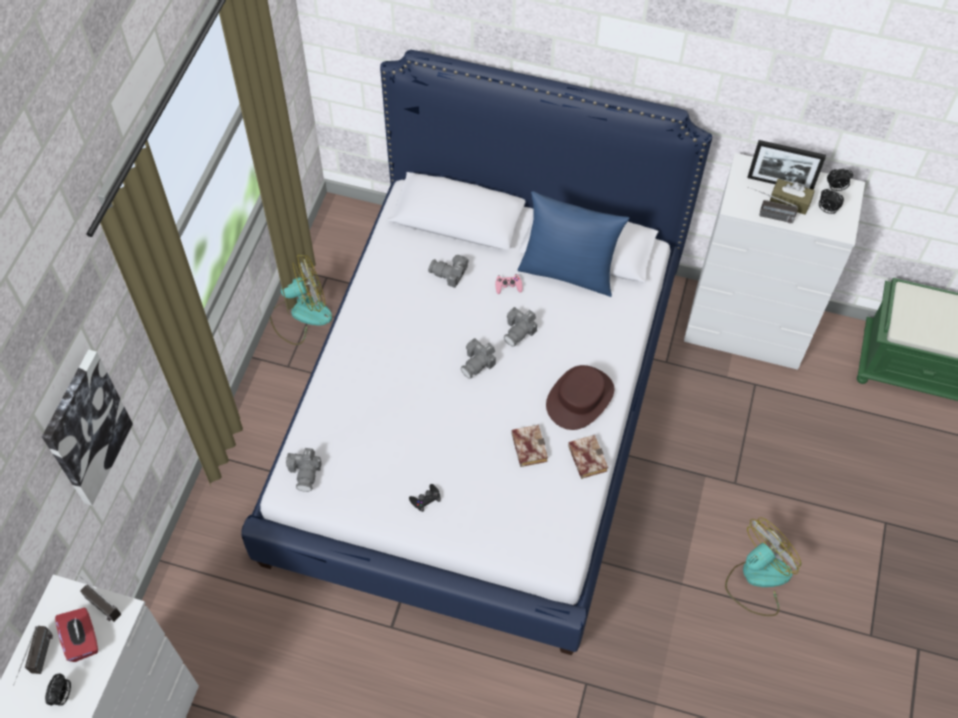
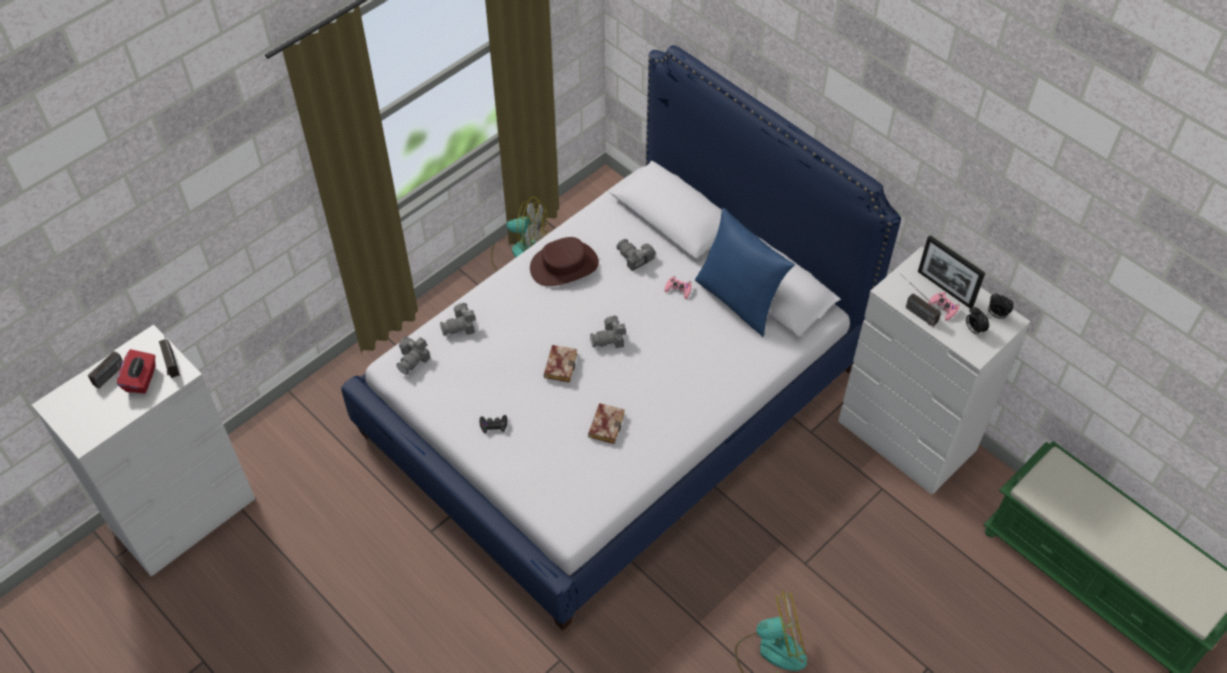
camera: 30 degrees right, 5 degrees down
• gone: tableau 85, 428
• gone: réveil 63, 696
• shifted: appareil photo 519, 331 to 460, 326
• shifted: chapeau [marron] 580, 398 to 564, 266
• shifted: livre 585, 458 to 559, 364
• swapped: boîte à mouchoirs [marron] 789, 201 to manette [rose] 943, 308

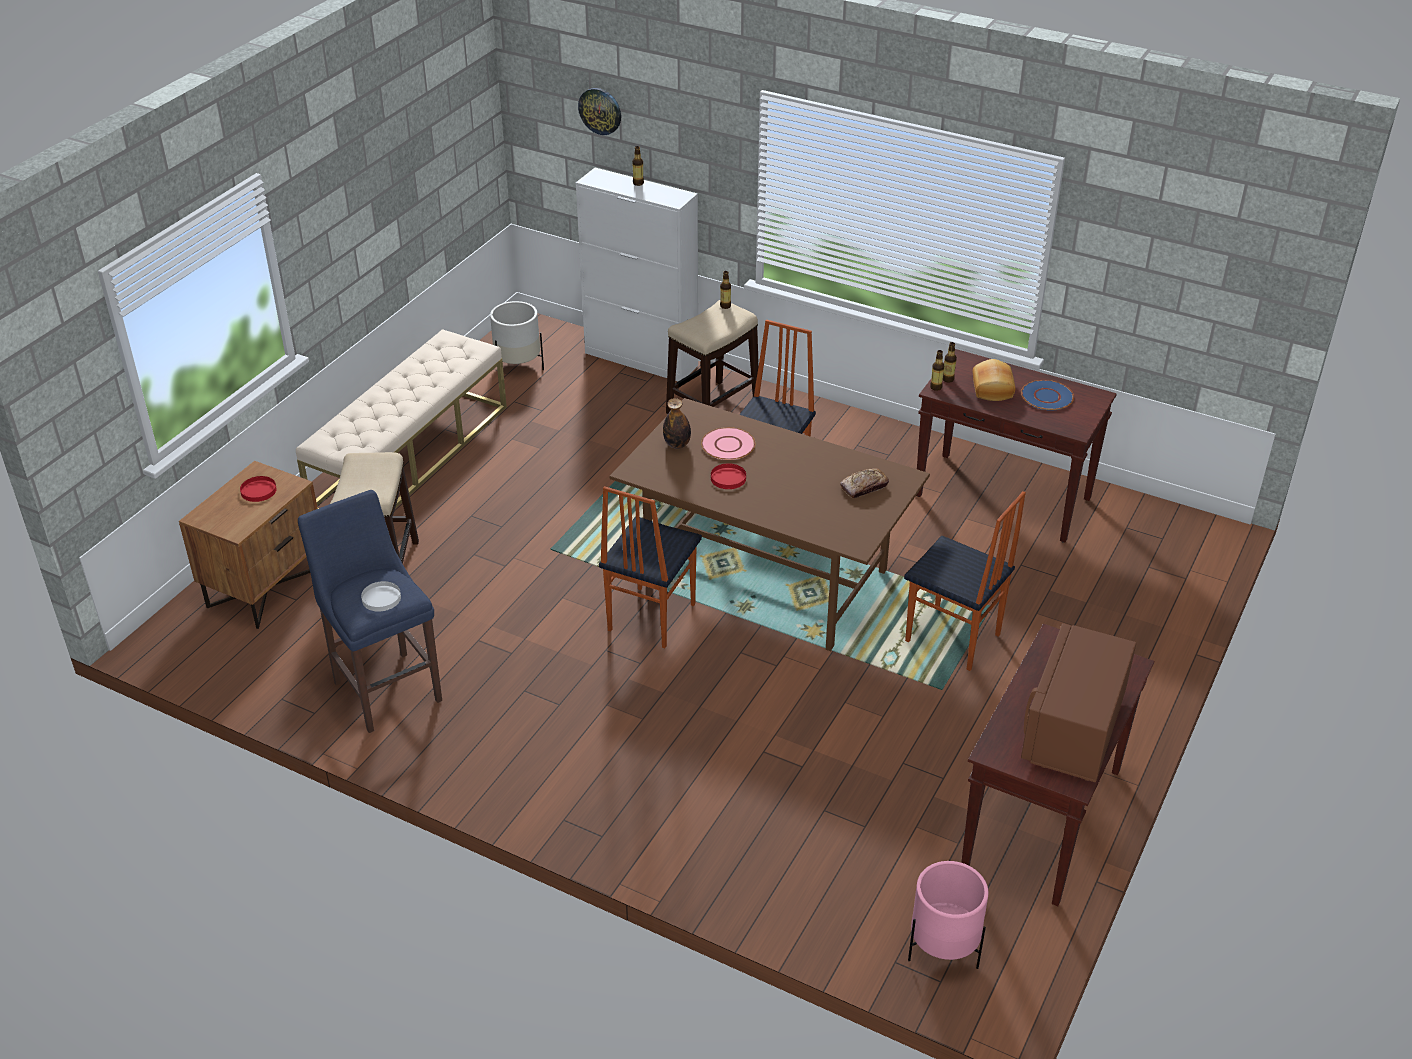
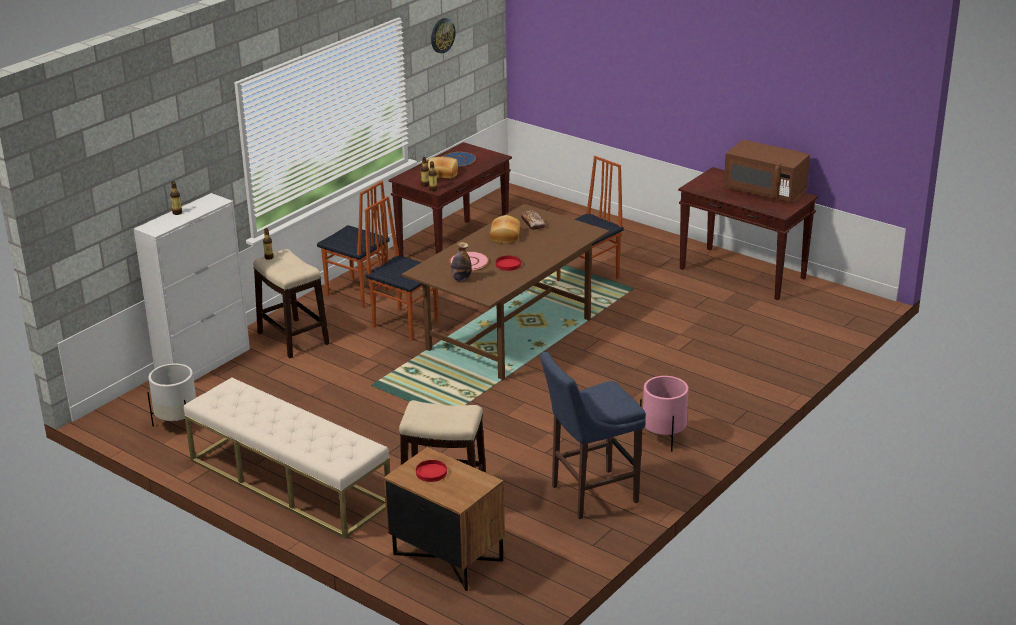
camera: 80 degrees left, 10 degrees down
• gone: assiette [blanc] 381, 598
• shifted: horloge murale 600, 111 to 442, 35
• shifted: chaise 650, 617 to 357, 293
• shifted: cache-pot [rose] 943, 948 to 664, 437
• new: pain 504, 236

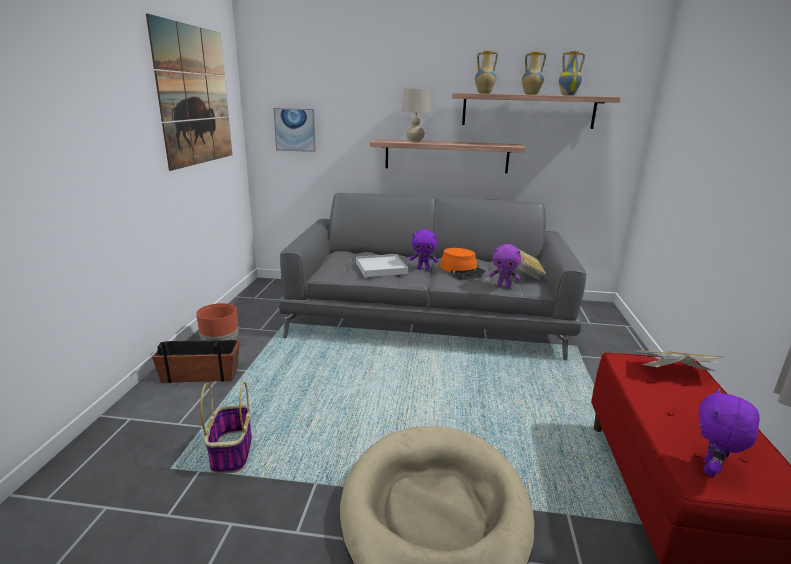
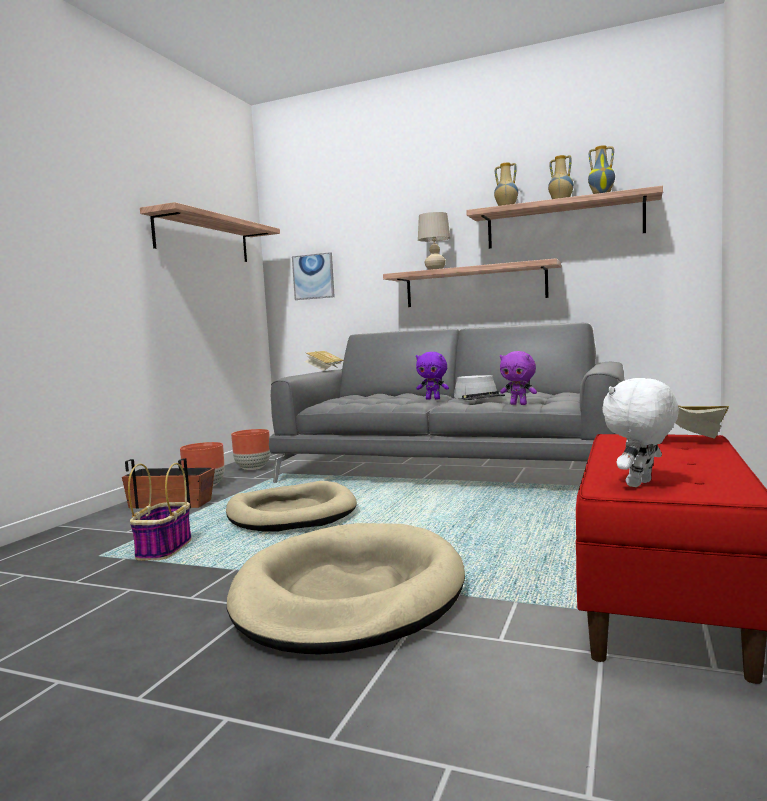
camera: 15 degrees right, 15 degrees down
• swapped: tableau 195, 96 to étagère 203, 238
• gone: plateau [blanc] 380, 268
• repainted: chapeau [orange] 462, 269 to chapeau [gris] 479, 397
• shifted: livre 528, 273 to 324, 370
• repainted: peluche [violet] 711, 469 to peluche [blanc] 640, 484
• new: panier pour chien [beige] 291, 513
• new: cache-pot [marron] 253, 468

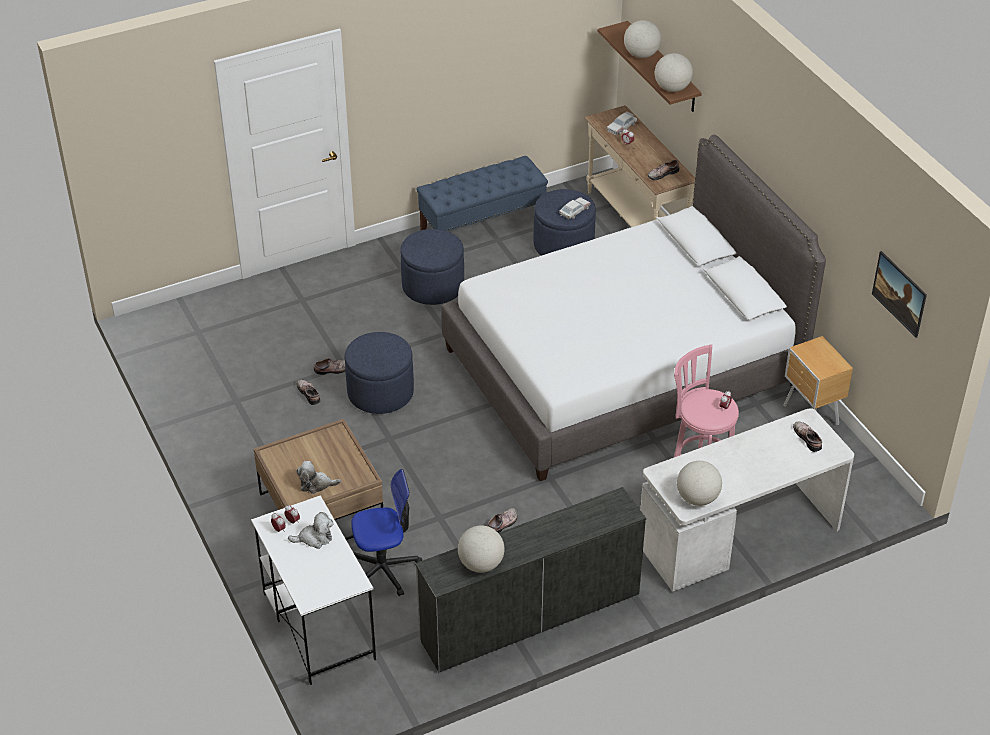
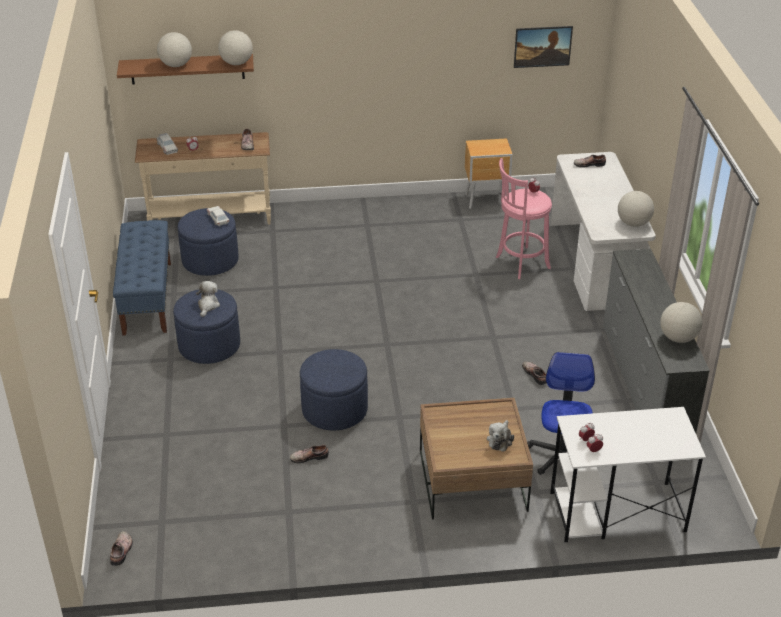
camera: 70 degrees left, 5 degrees down
• shifted: peluche 314, 538 to 208, 305
• shifted: chaussure 332, 370 to 122, 551
• gone: lit [blanc] 622, 368

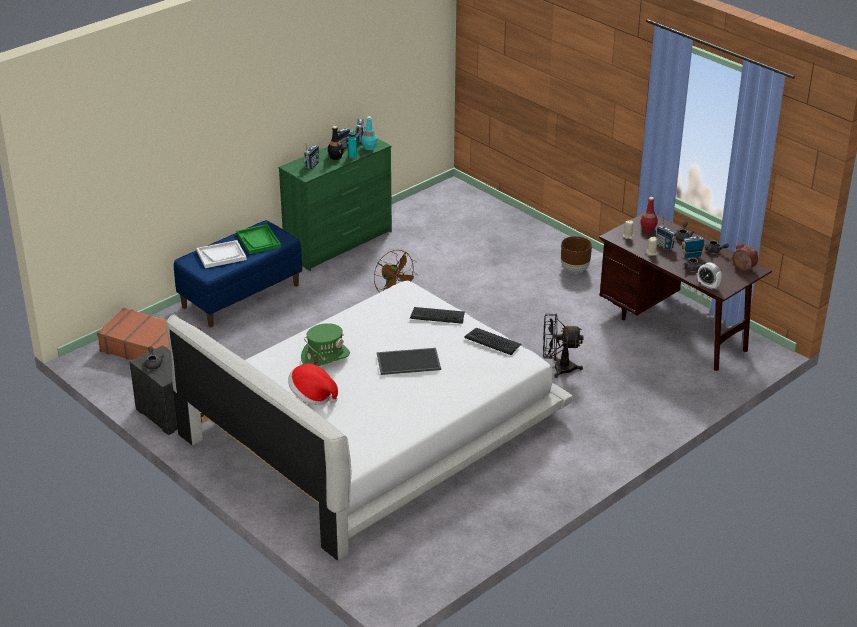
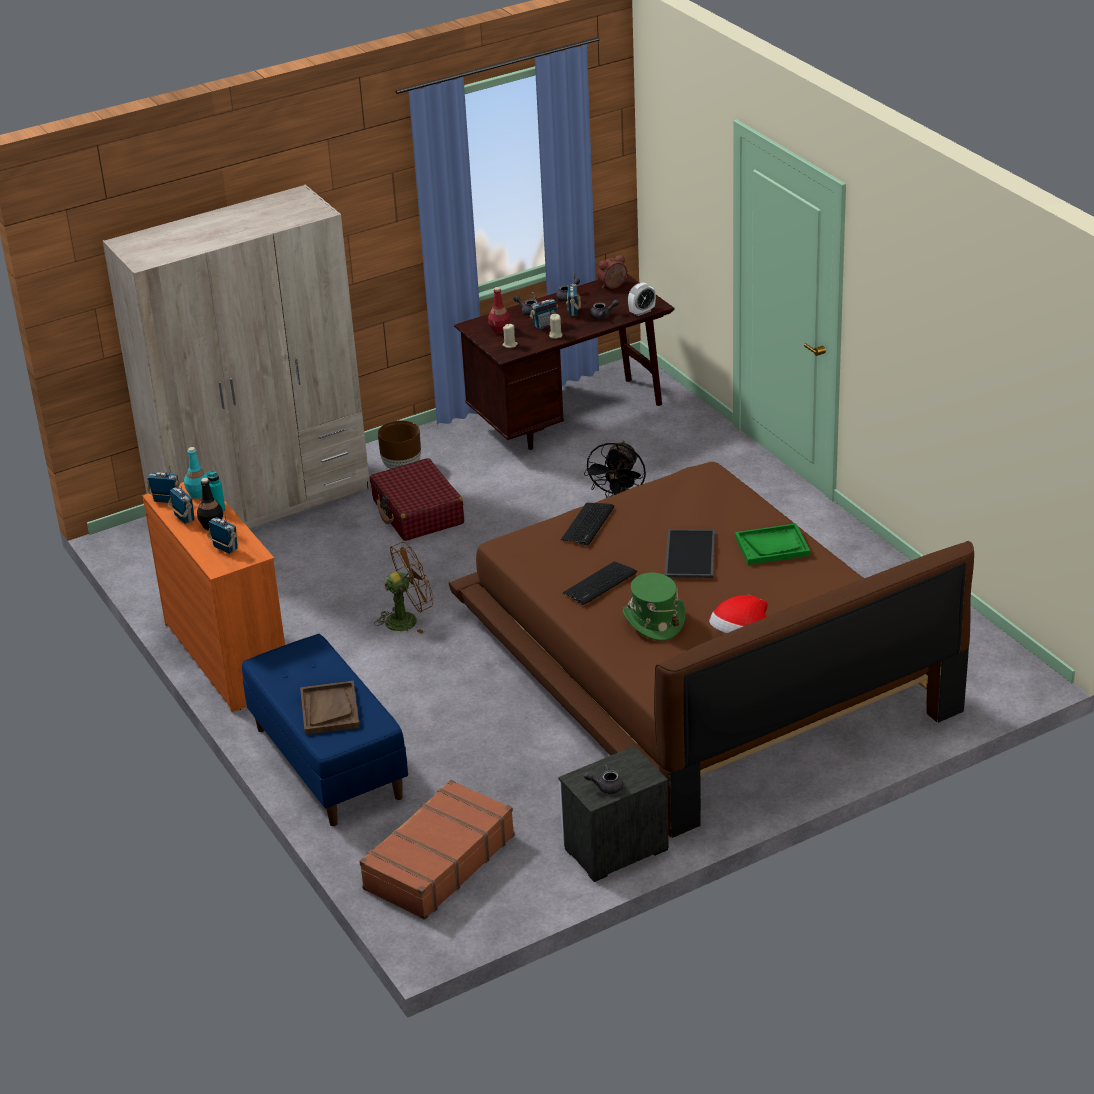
camera: 75 degrees left, 0 degrees up
• repainted: lit [blanc] 374, 427 to lit [marron] 701, 662
• repainted: plateau [blanc] 221, 255 to plateau [marron] 329, 709
• shifted: plateau [vert] 258, 240 to 772, 546
• repainted: commode [vert] 339, 244 to commode [orange] 228, 656
• shifted: clavier 492, 342 to 600, 584
• new: armoire [beige] 262, 502
• new: valise [rouge] 418, 512

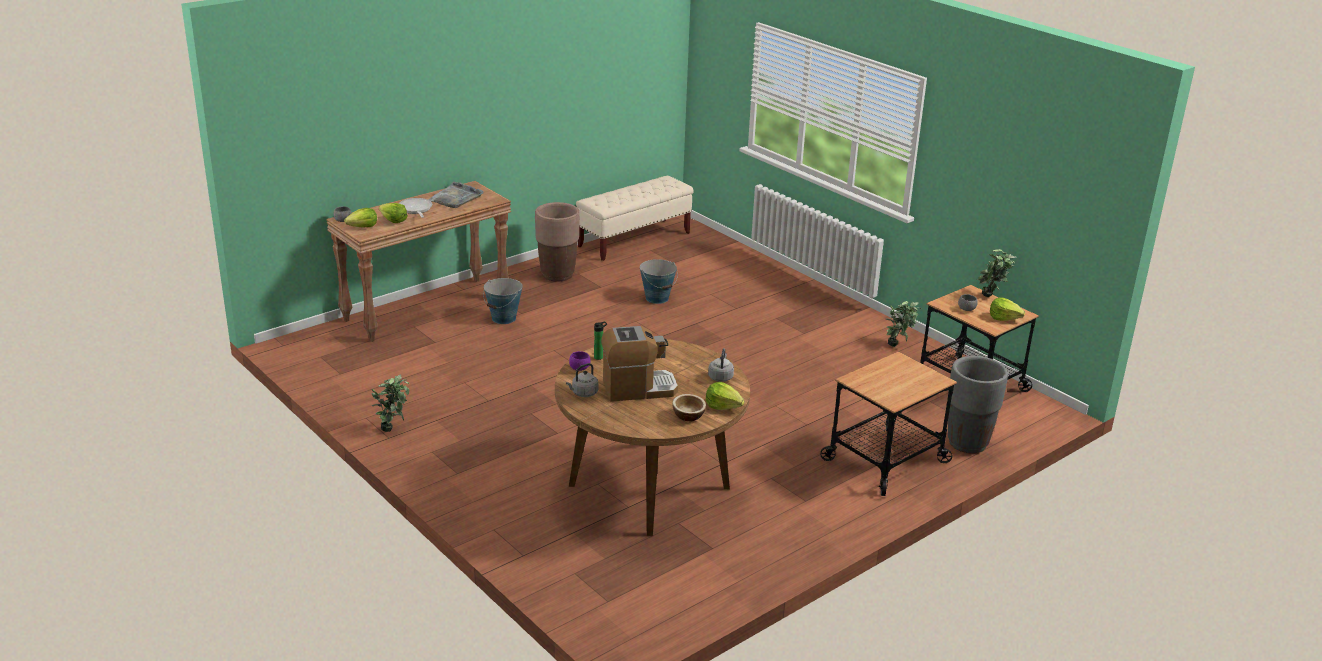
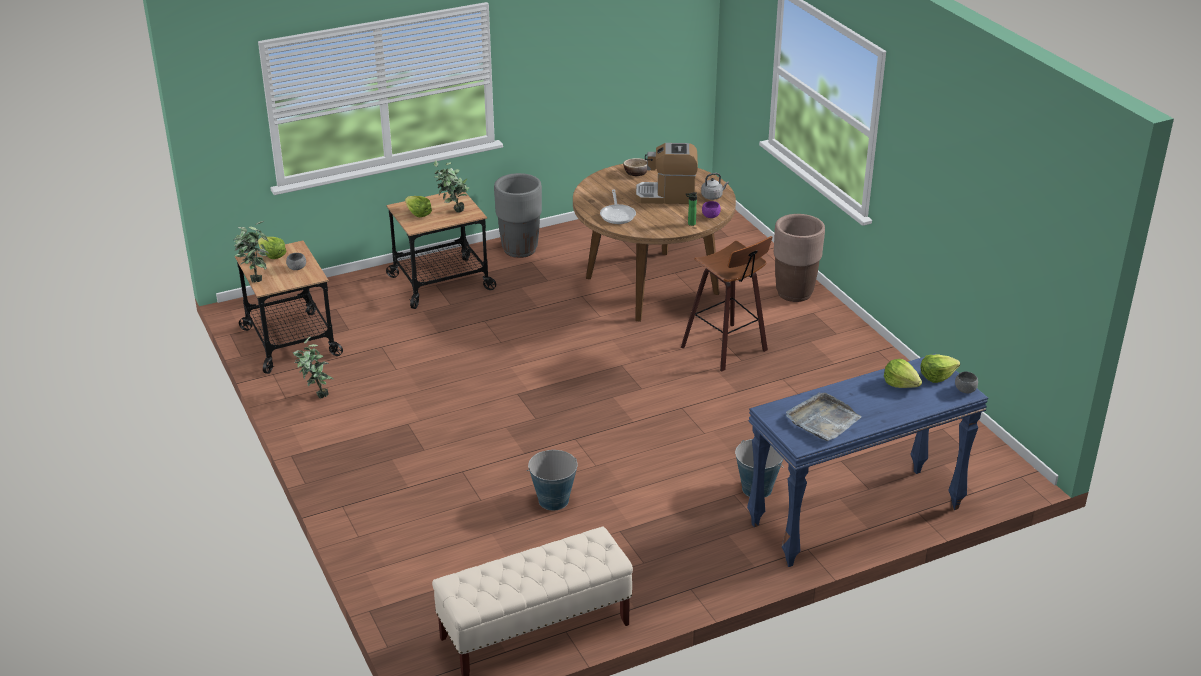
camera: 165 degrees left, 5 degrees up
• repainted: table console [marron] 426, 308 to table console [bleu] 855, 517
• shifted: plante en pot 393, 428 to 452, 212
• shifted: poêle 415, 210 to 617, 215
• shifted: cache-pot [marron] 557, 275 to 794, 293
• shifted: laitue 723, 406 to 418, 214
• gone: bouilloire [gris] 720, 377
• shifted: cache-pot [gris] 967, 443 to 519, 250
• new: tabouret 727, 349

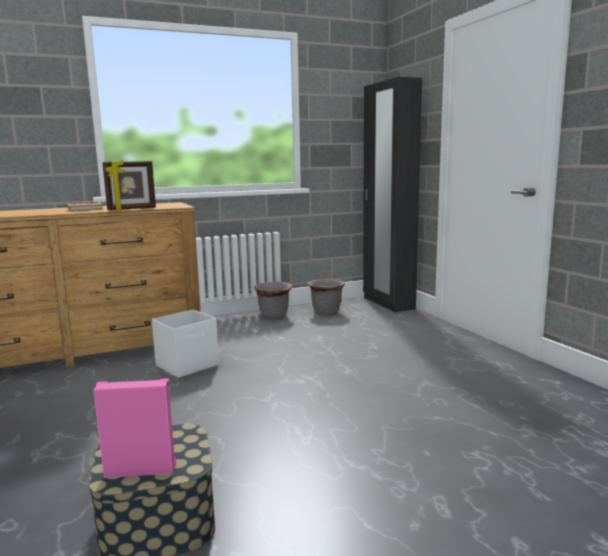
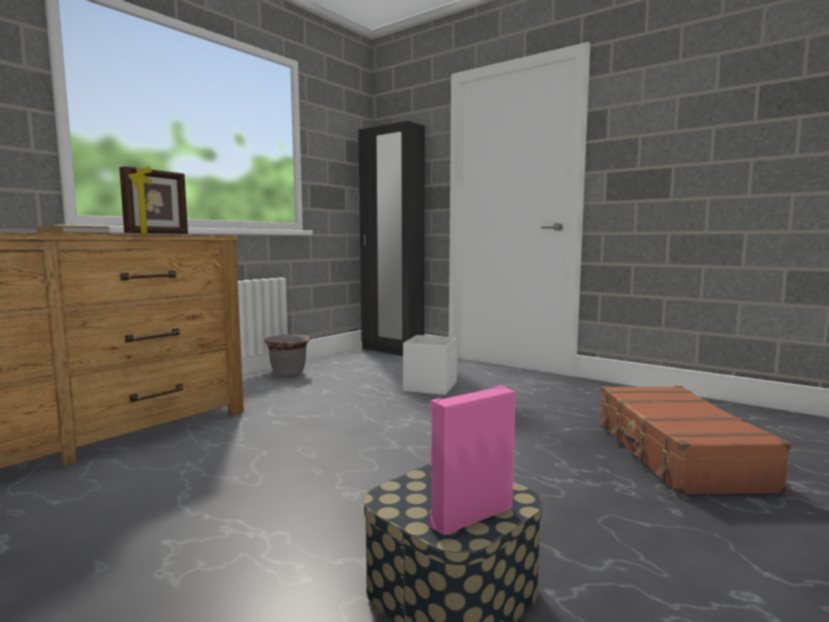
camera: 30 degrees left, 5 degrees down
• shifted: boîte de rangement [blanc] 188, 365 to 431, 386
• gone: cache-pot [gris] 326, 312
• new: valise [marron] 676, 454

